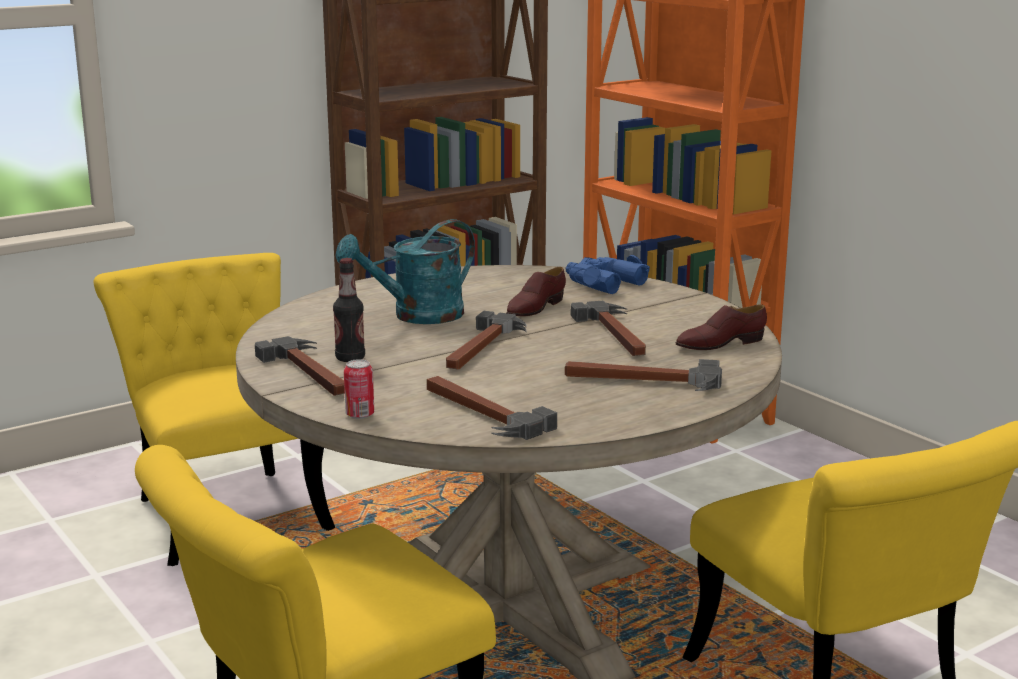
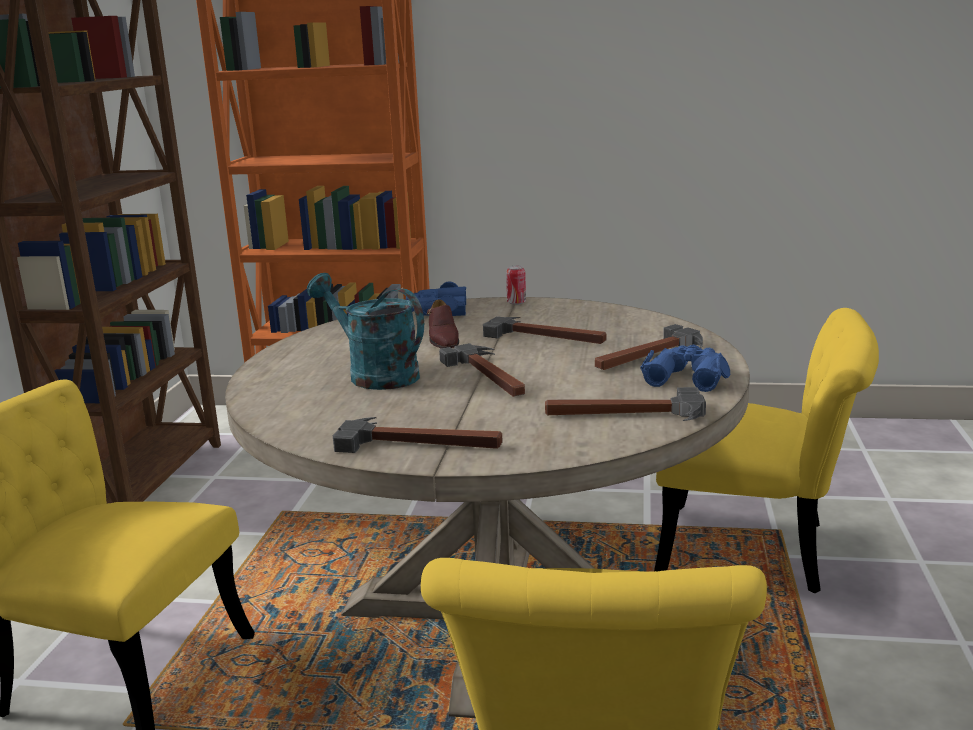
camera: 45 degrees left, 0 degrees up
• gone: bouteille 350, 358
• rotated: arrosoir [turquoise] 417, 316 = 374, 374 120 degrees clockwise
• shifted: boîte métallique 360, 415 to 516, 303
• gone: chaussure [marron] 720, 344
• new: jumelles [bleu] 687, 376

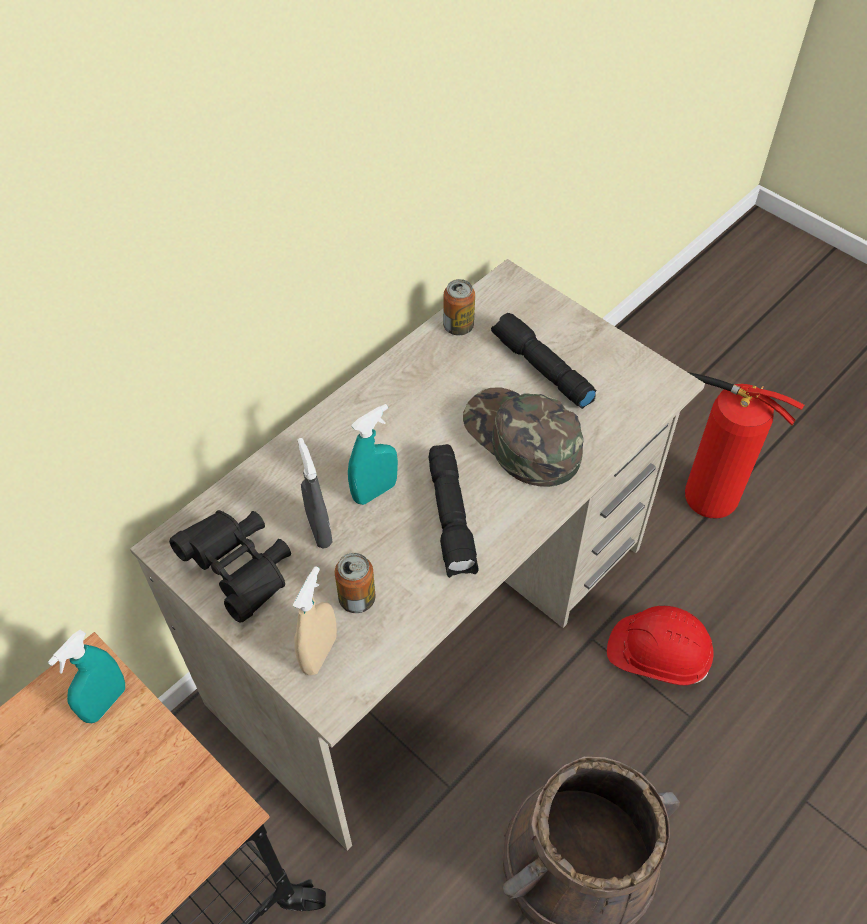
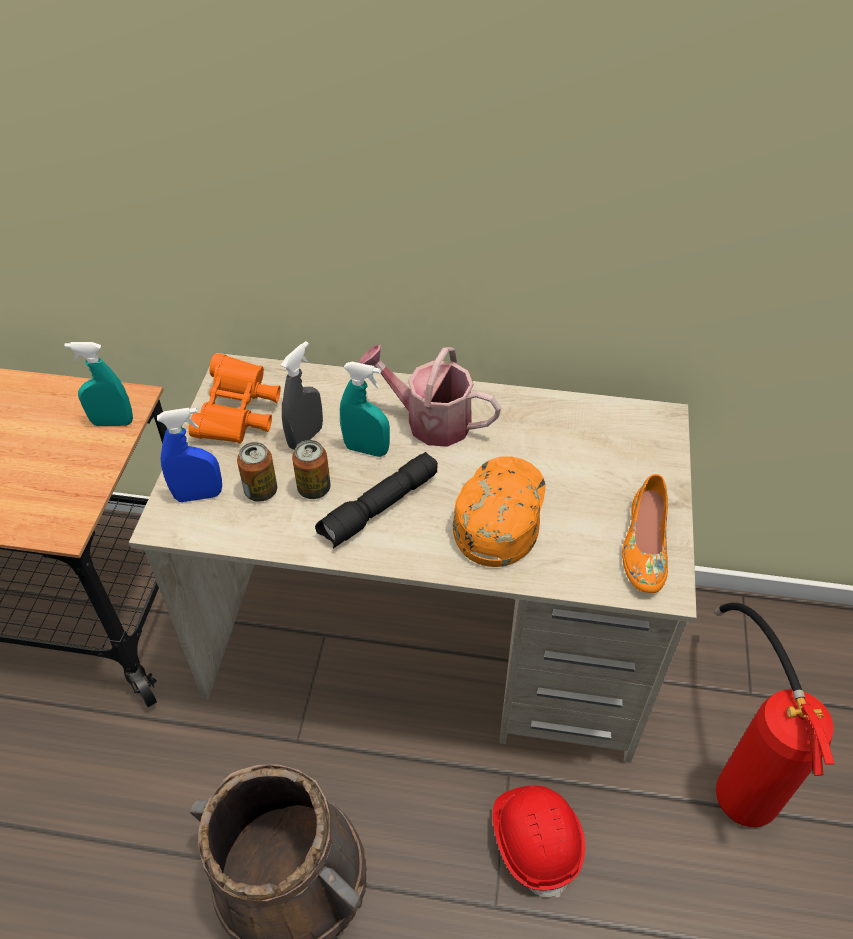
camera: 55 degrees right, 5 degrees down
• repainted: jumelles [noir] 240, 570 to jumelles [orange] 238, 415
• repainted: vaporisateur [beige] 319, 654 to vaporisateur [bleu] 198, 495
• shifted: boîte métallique 458, 326 to 314, 489
• repainted: casquette [vert] 521, 439 to casquette [orange] 499, 512
• gone: lampe de poche [noir] 540, 369
• new: arrosoir 430, 420
• new: chaussure [orange] 644, 545

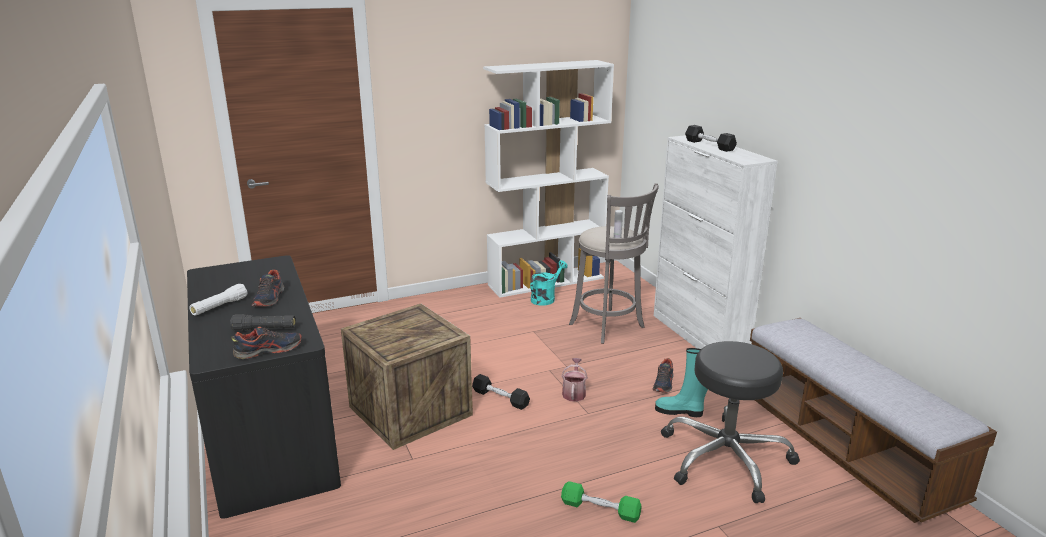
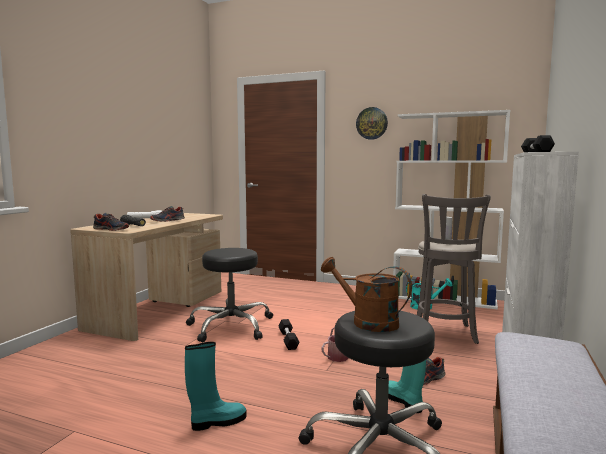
camera: 45 degrees right, 15 degrees down
• repainted: bureau [noir] 268, 432 to bureau [beige] 159, 310
• swapped: caisse 410, 411 to tabouret [noir] 231, 326
• swapped: haltère [vert] 600, 509 to botte [turquoise] 217, 422
• new: arrosoir [marron] 367, 322
• new: horloge murale 371, 123

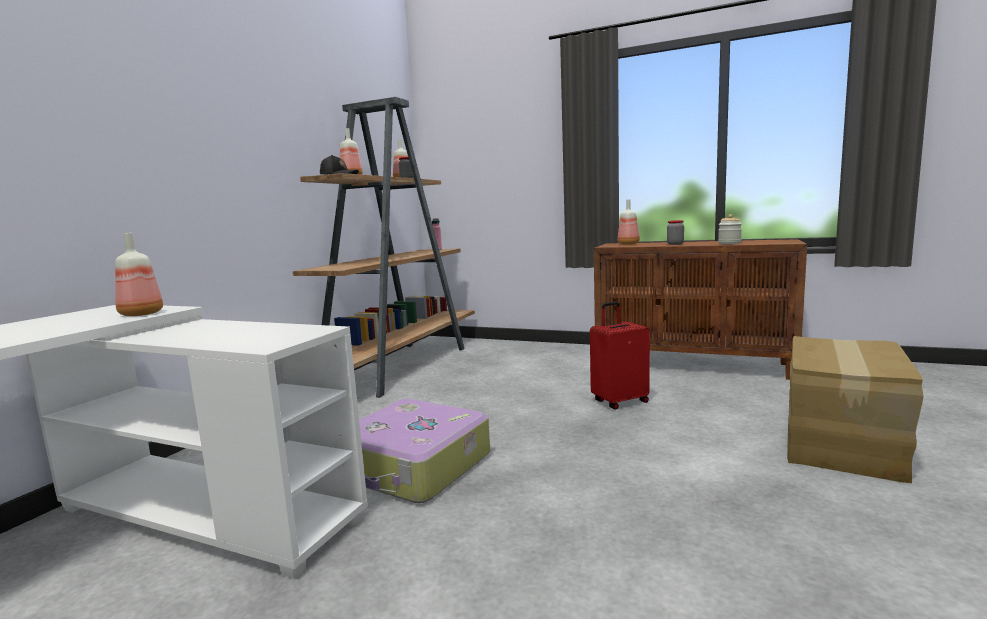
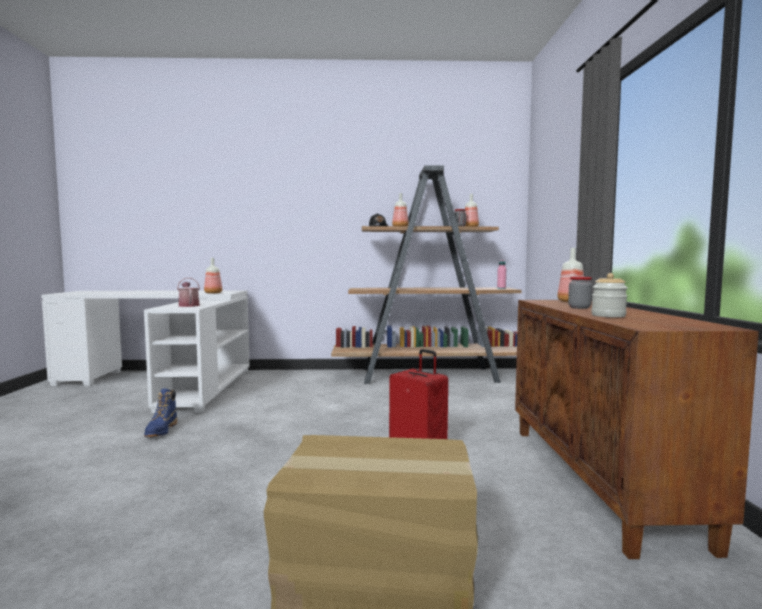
camera: 65 degrees right, 5 degrees down
• gone: valise 413, 467
• new: botte [bleu] 161, 431
• new: arrosoir 188, 305

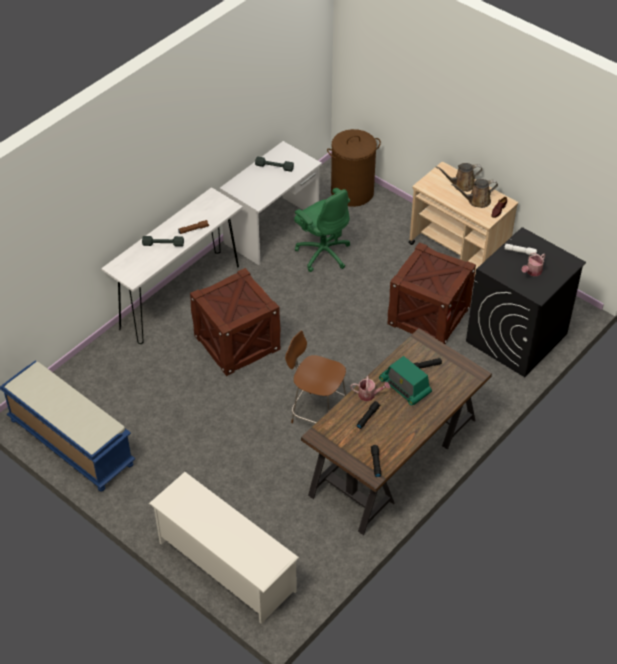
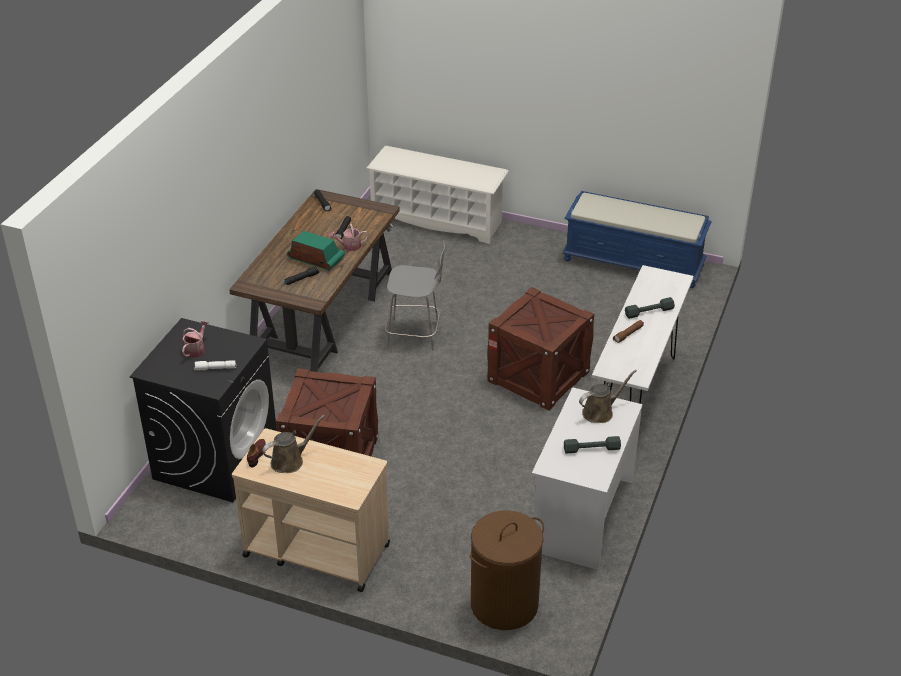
camera: 160 degrees right, 10 degrees down
• repainted: chaise [marron] 317, 414 to chaise [gris] 415, 334
• gone: chaise de bureau [vert] 323, 253
• shifted: arrosoir [marron] 461, 185 to 600, 412

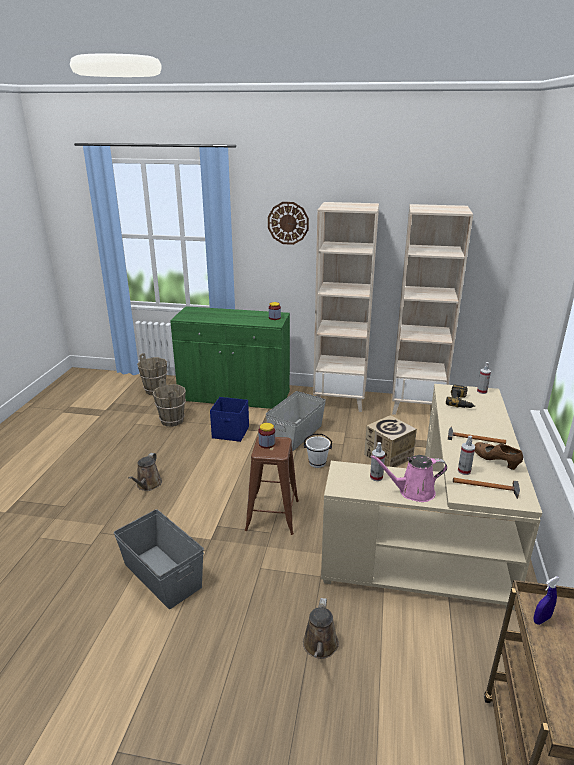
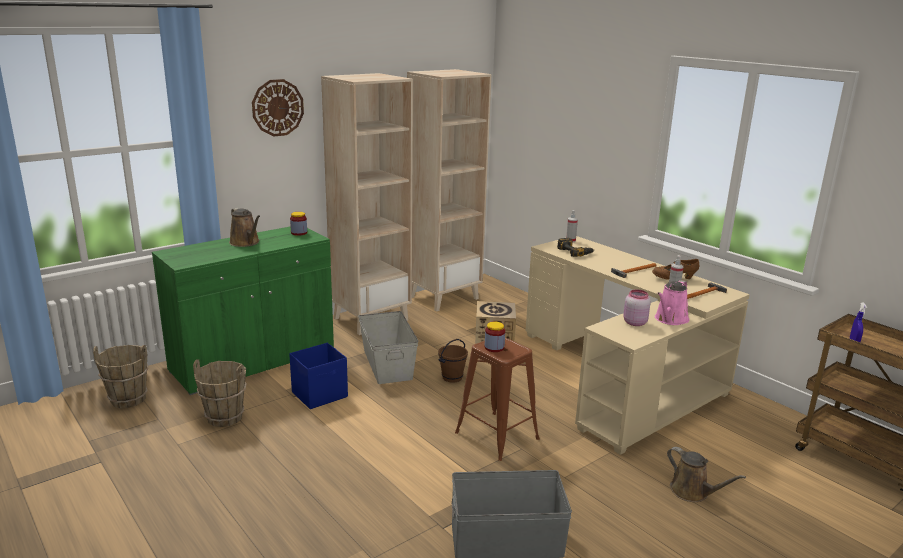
camera: 50 degrees left, 5 degrees down
• shifted: arrosoir [marron] 148, 485 to 246, 243
• repainted: seau [blanc] 317, 463 to seau [marron] 452, 378
• swapped: vaporisateur 376, 477 to bocal [rose] 634, 322

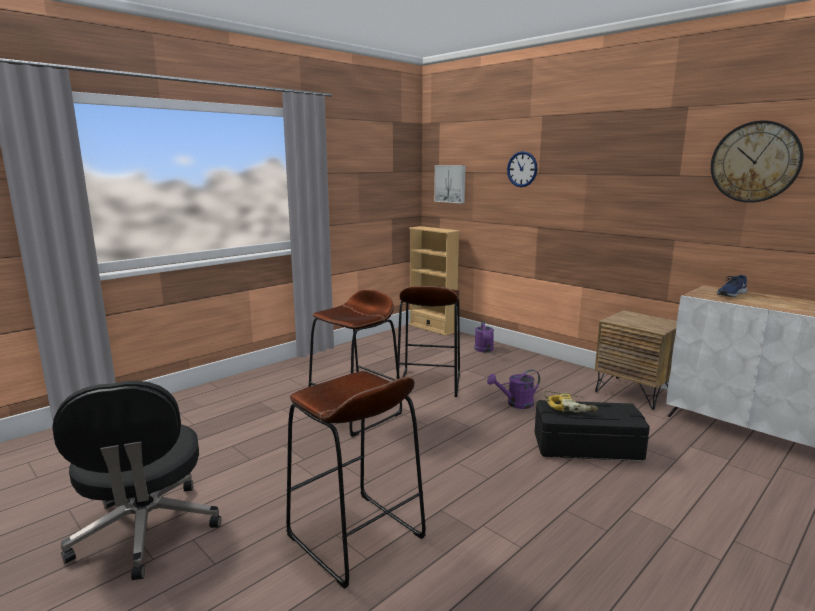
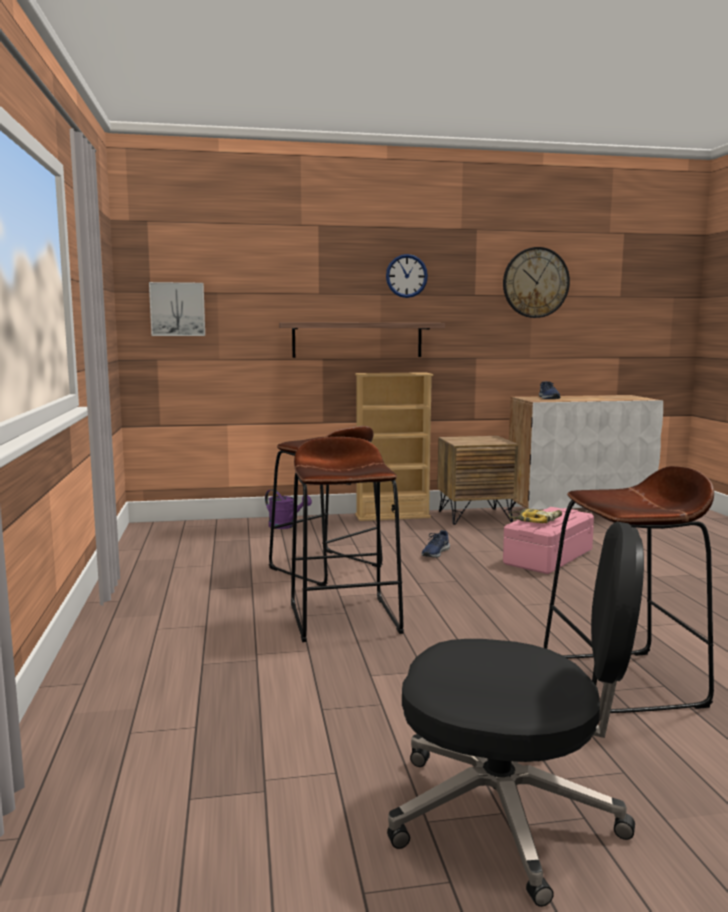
camera: 55 degrees left, 5 degrees down
• shifted: bibliothèque [beige] 432, 328 to 392, 516
• swapped: arrosoir [violet] 515, 404 to chaussure [bleu] 435, 553
• shifted: horloge murale 522, 169 to 406, 276
• repainted: boîte de rangement [noir] 587, 446 to boîte de rangement [rose] 547, 557
• new: étagère 357, 340

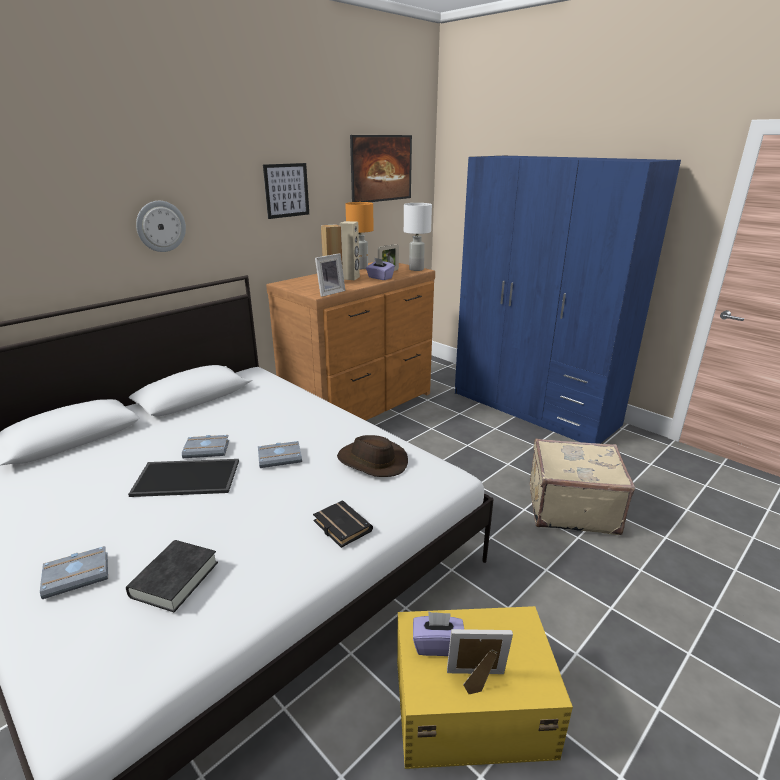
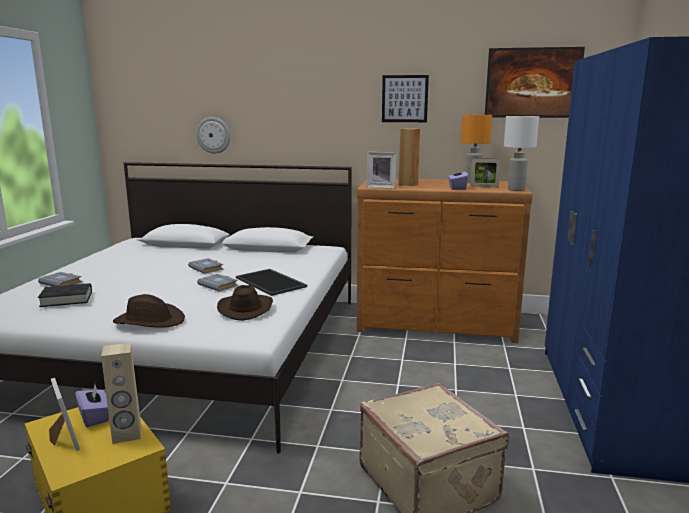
camera: 55 degrees right, 10 degrees down
• shifted: plateau 188, 477 to 272, 282
• shifted: horloge murale 160, 226 to 213, 135
• swapped: livre [noir] 340, 527 to chapeau [marron] 149, 321
• shifted: enceinte [beige] 351, 278 to 127, 435

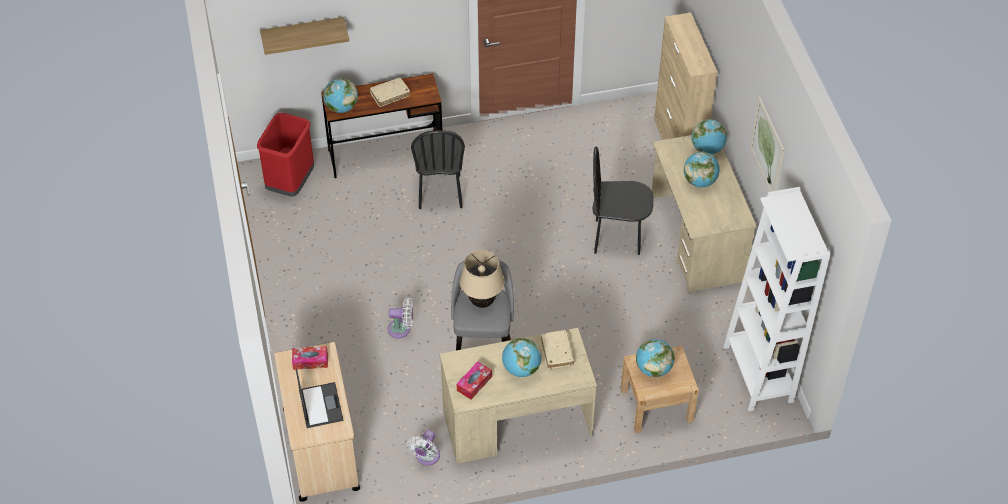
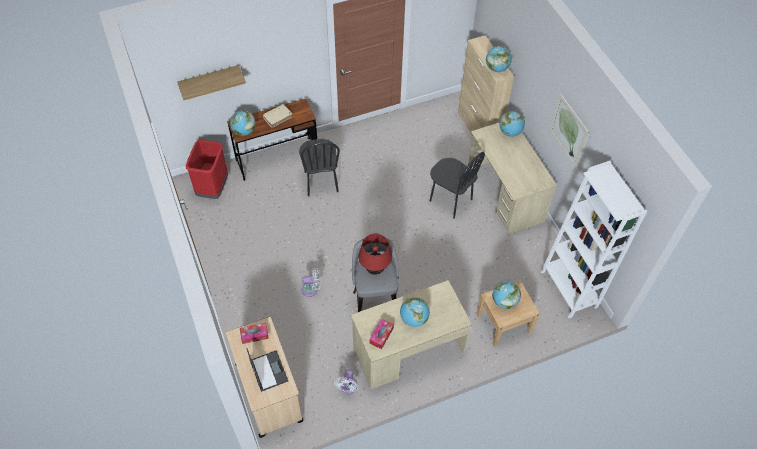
camera: 10 degrees left, 5 degrees up
• repainted: lampe de table [beige] 482, 302 to lampe de table [rouge] 375, 269
• gone: livre [beige] 557, 352
• rotated: chaise [noir] 617, 237 = 450, 200 135 degrees counterclockwise
• shifted: globe 699, 181 to 496, 68

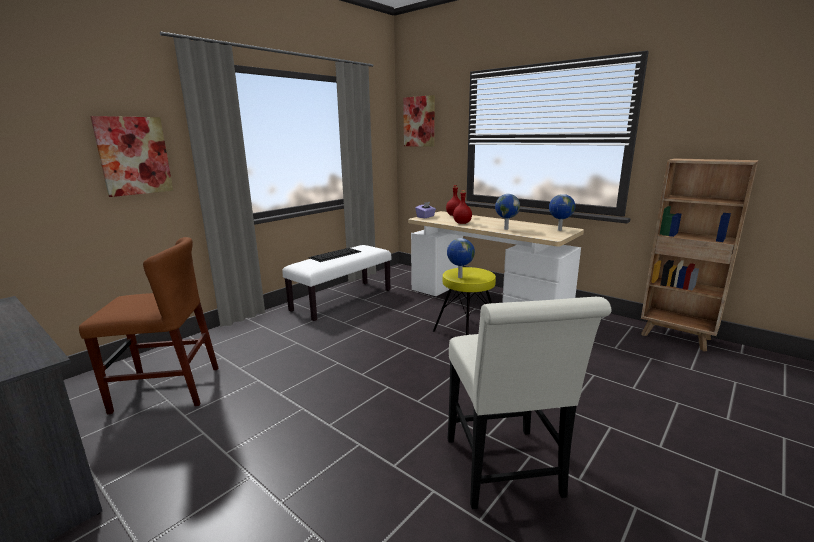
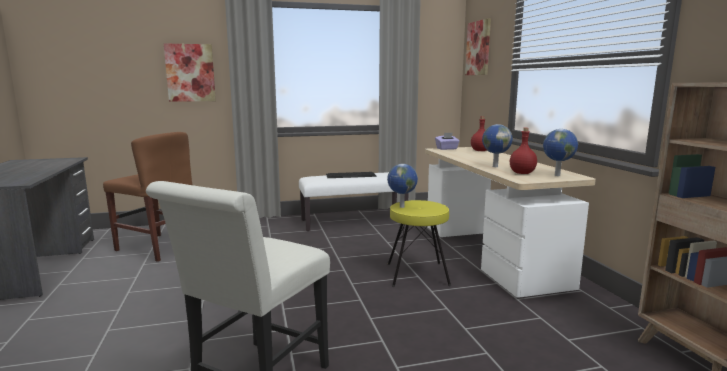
camera: 35 degrees right, 5 degrees down
• shifted: bouteille [rouge] 462, 223 to 522, 173

